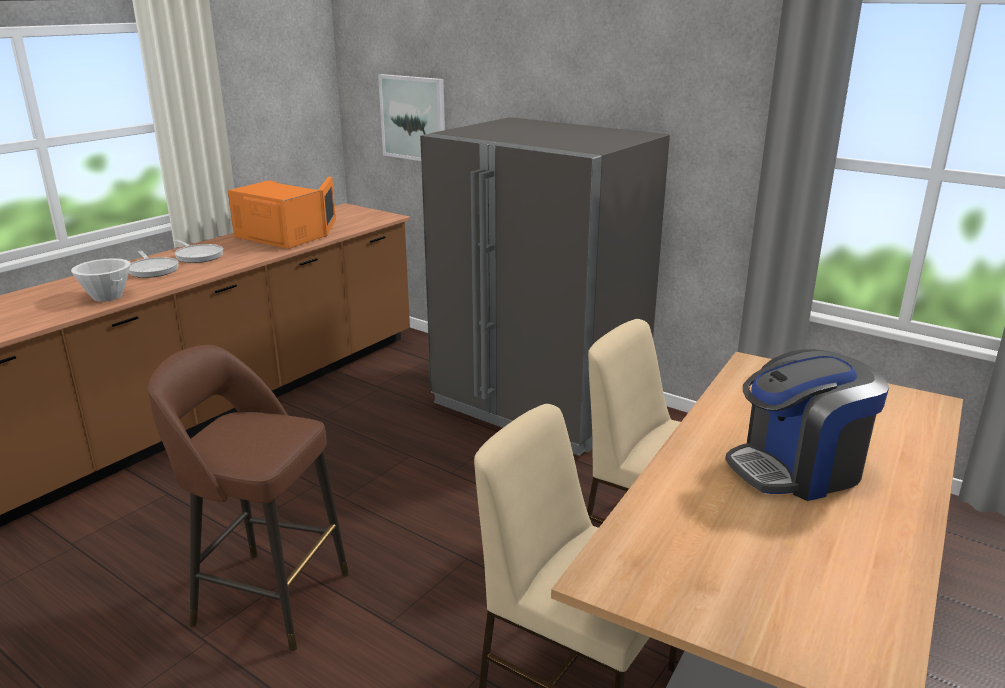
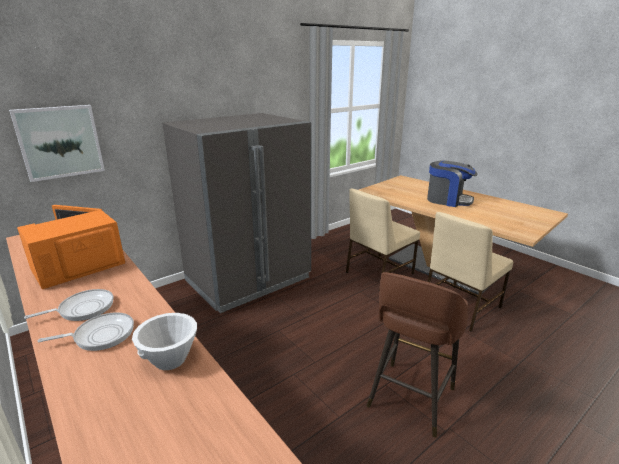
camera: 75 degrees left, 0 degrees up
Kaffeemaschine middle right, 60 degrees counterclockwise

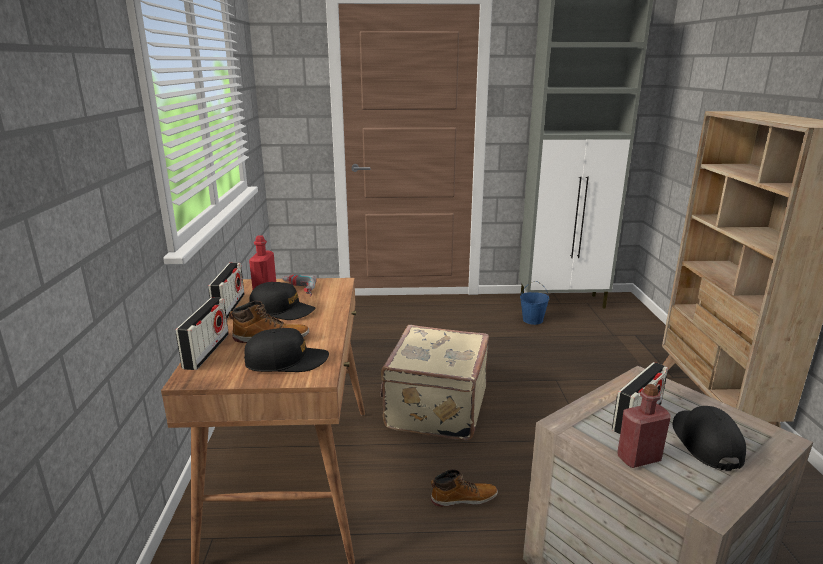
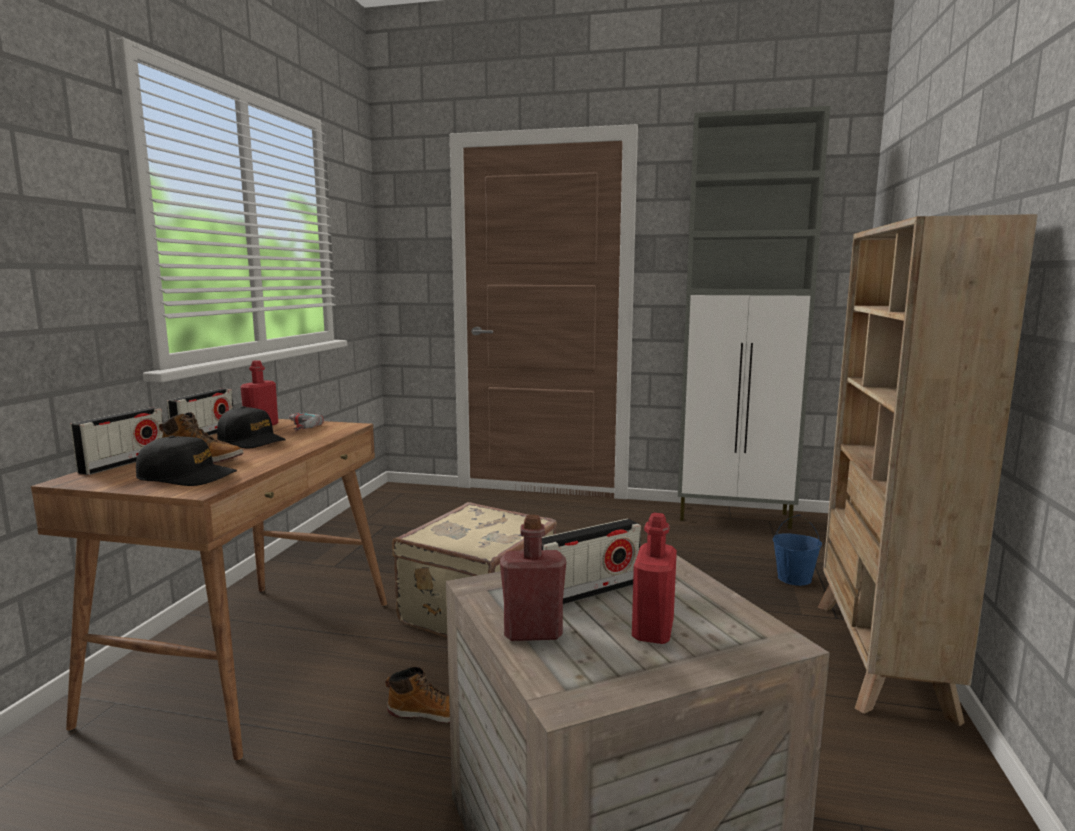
camera: 15 degrees right, 10 degrees down
Kappe/schwarz (no. 3 from left) bottom right => Flasche/rot (no. 3 from left) bottom centre
Eimer/blau centre => Eimer/blau middle right, shifted

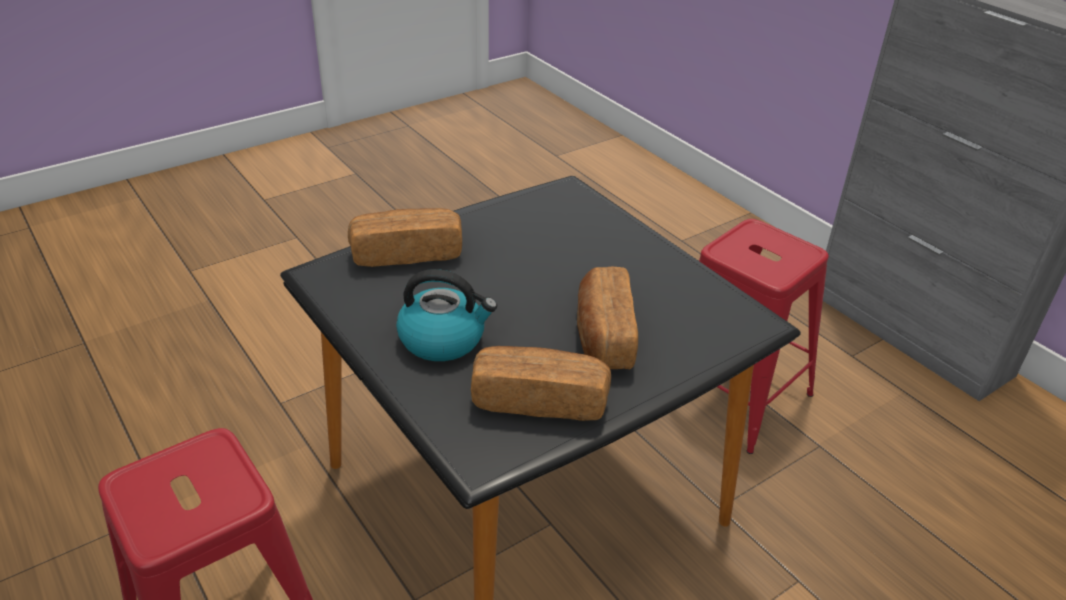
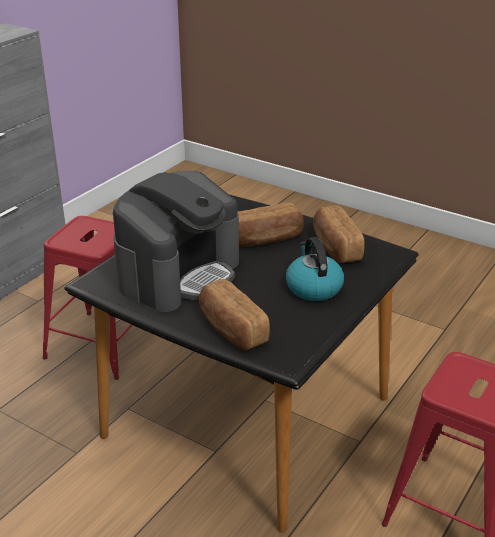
camera: 110 degrees left, 5 degrees down
nothing => Kaffeemaschine centre

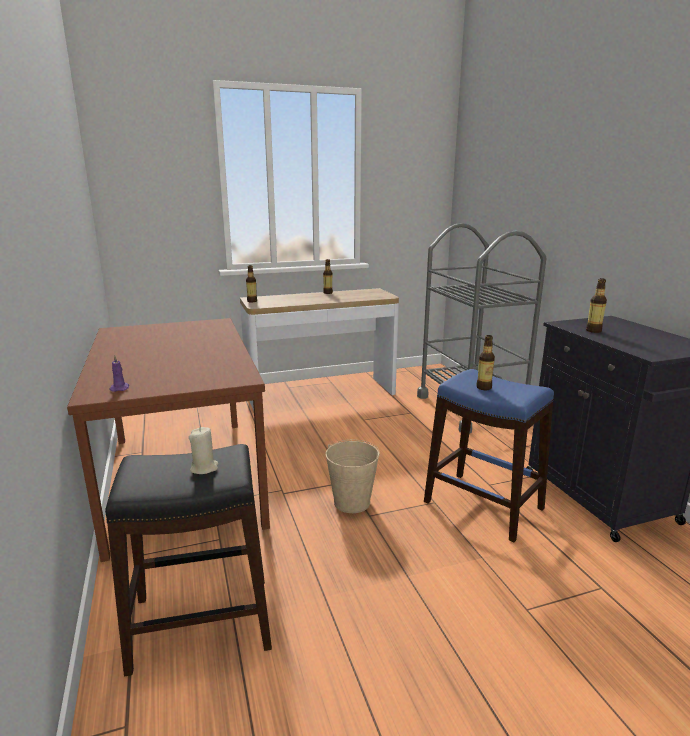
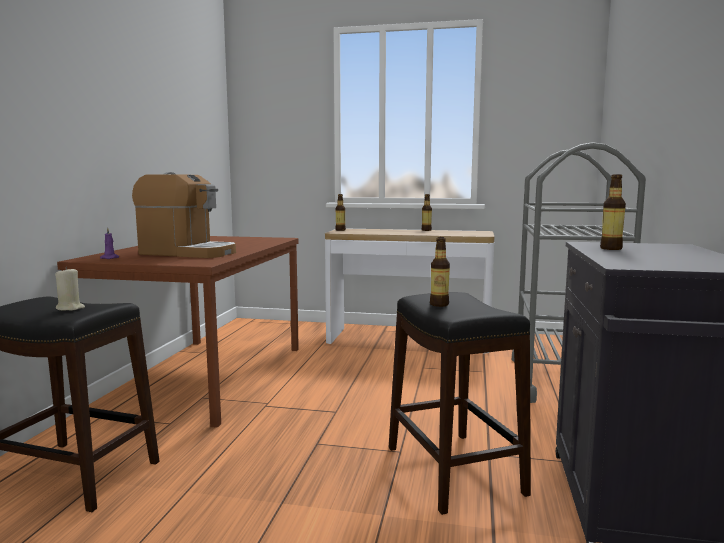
camera: 30 degrees right, 10 degrees down
nothing => Kaffeemaschine middle left
Hocker/blau middle right => Hocker/schwarz (no. 2 from left) bottom centre
Eimer/beige centre => nothing

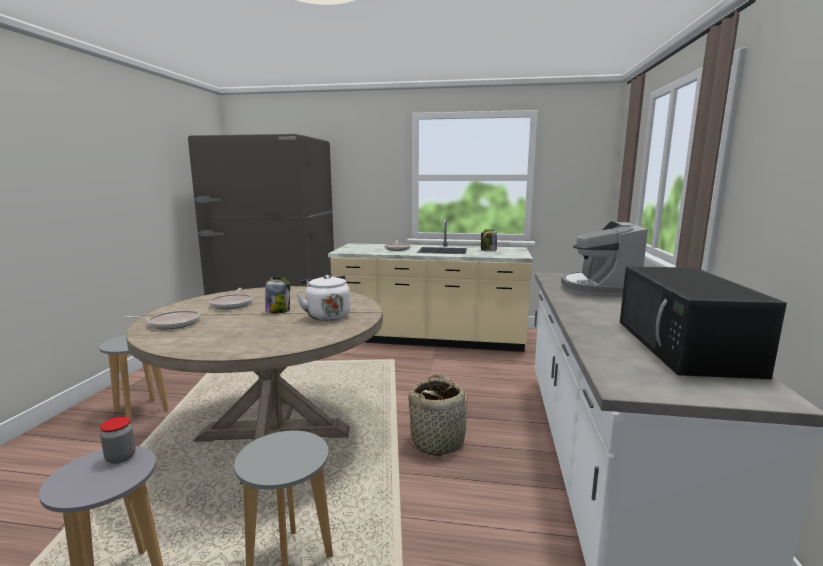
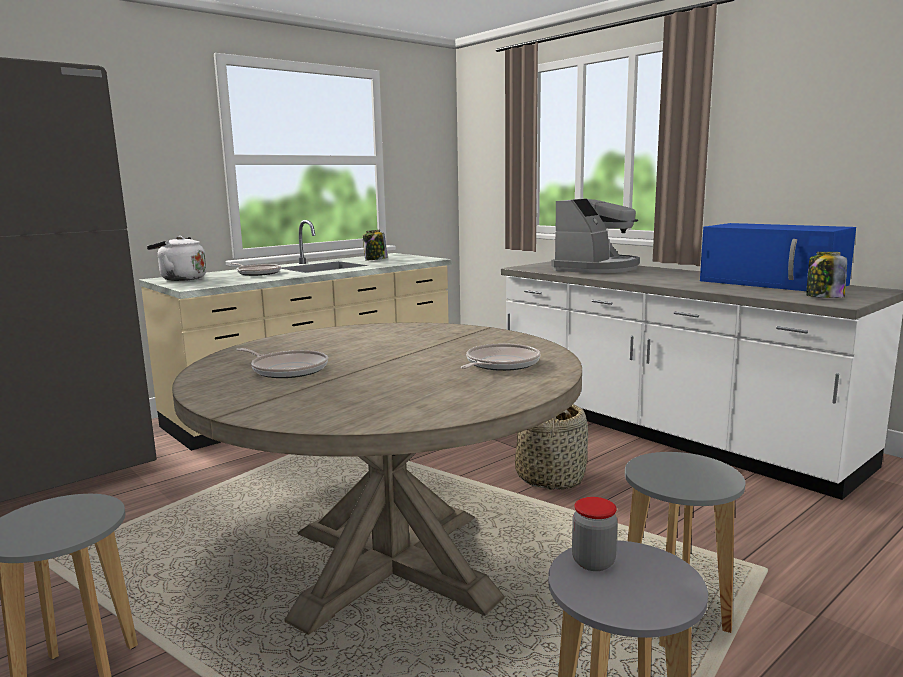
camera: 50 degrees left, 0 degrees up
Wasserkessel/weiß centre => Wasserkessel/weiß middle left, shifted
Pfanne (no. 1 from left in the first image) middle left => Pfanne (no. 3 from left) centre, shifted
Kaffeemaschine middle right => Kaffeemaschine centre, 105 degrees counterclockwise
Mikrowelle/schwarz middle right => Mikrowelle/blau middle right
Vorratsglas (no. 2 from left in the first image) centre => Vorratsglas (no. 3 from left) middle right, shifted

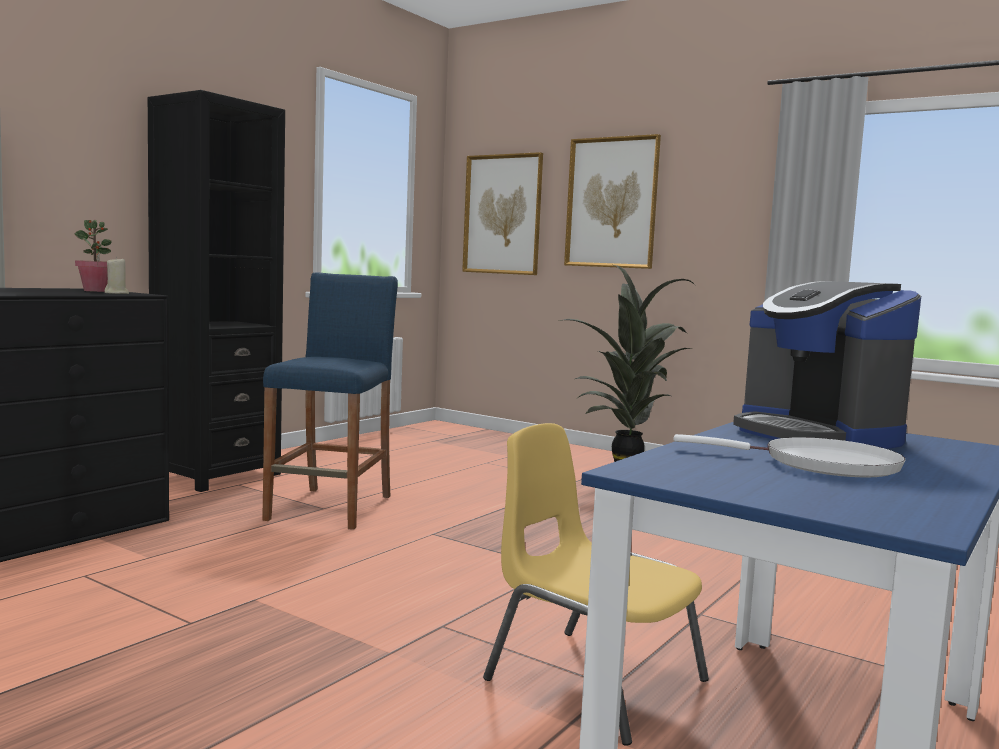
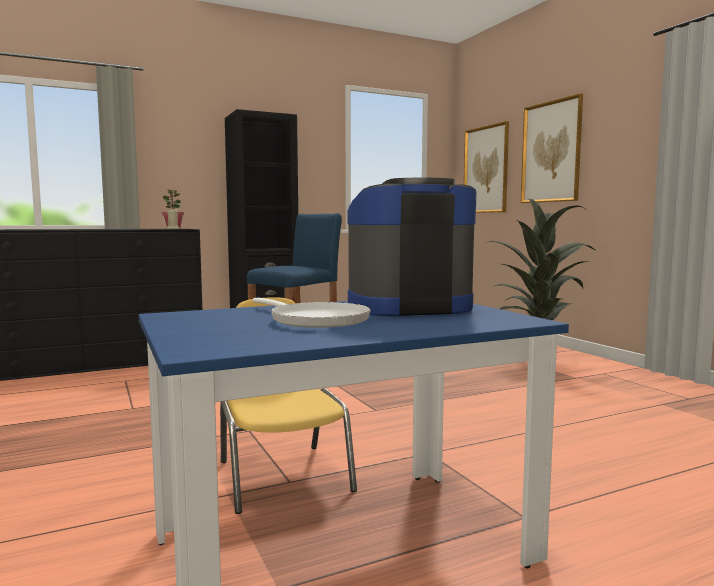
camera: 30 degrees right, 0 degrees up
Kaffeemaschine middle right => Kaffeemaschine centre, 75 degrees clockwise

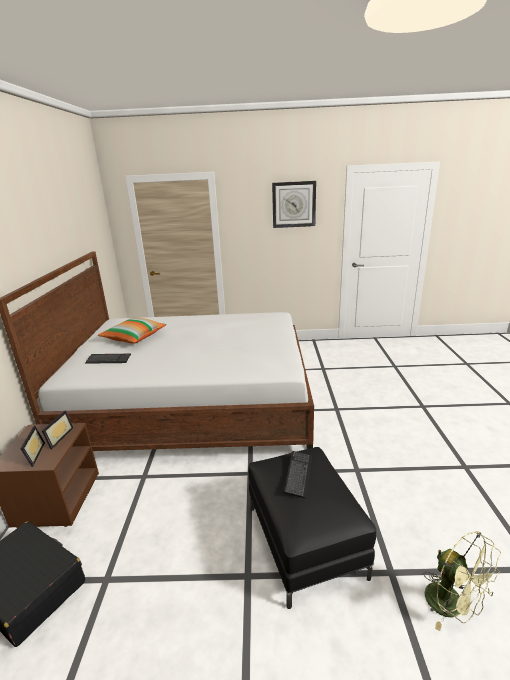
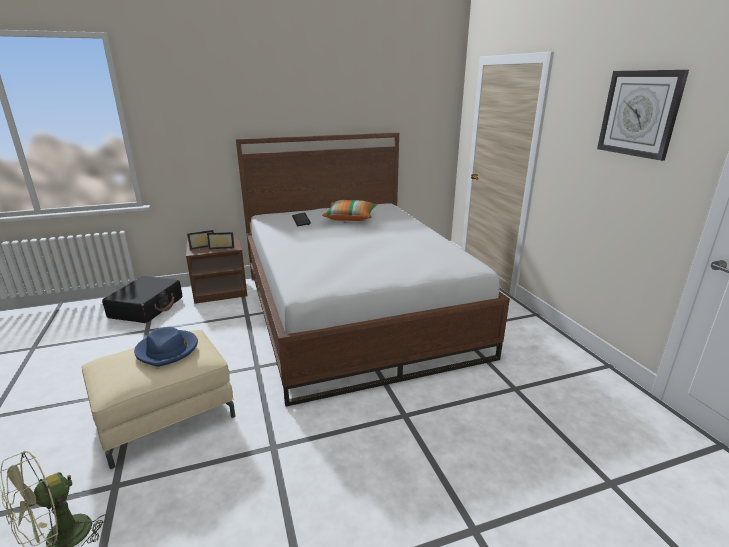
camera: 70 degrees right, 0 degrees up
Polsterhocker/schwarz bottom centre => Polsterhocker/beige bottom left
Tastatur (no. 2 from left) bottom centre => Hut/blau middle left

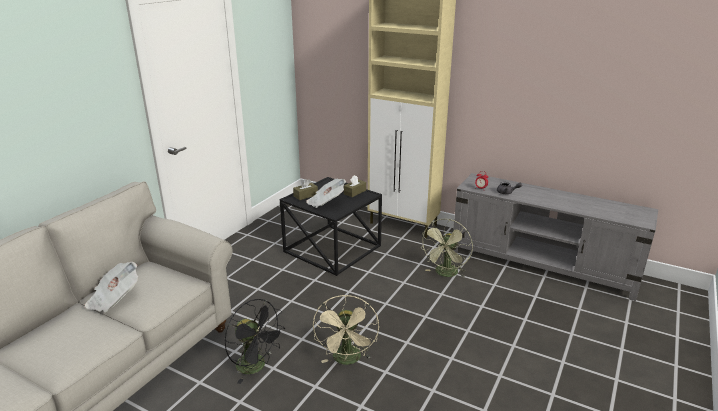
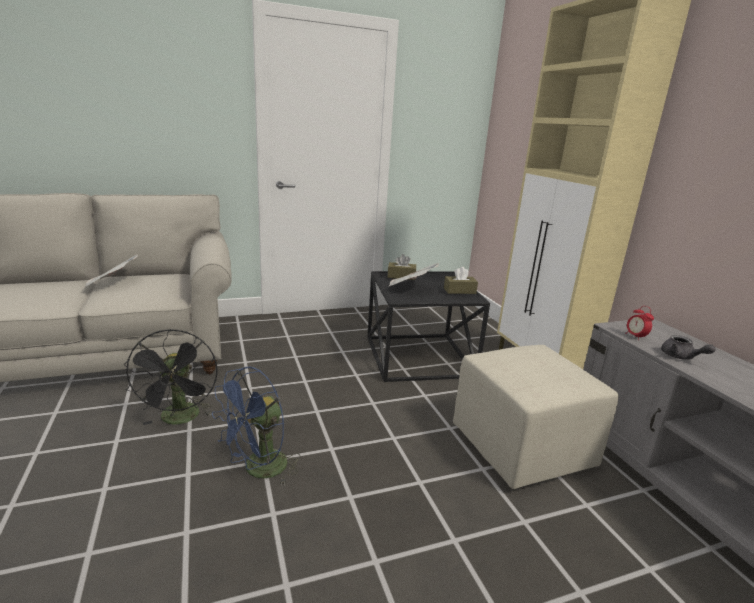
camera: 40 degrees right, 5 degrees down
Ventilator/beige bottom centre => Ventilator/blau bottom centre
Ventilator/grün centre => Polsterhocker/beige bottom right

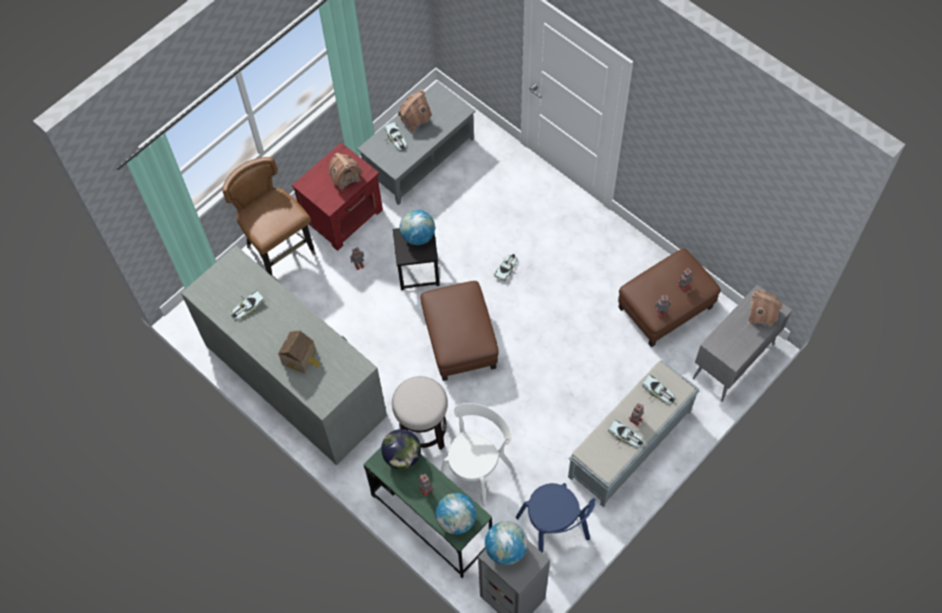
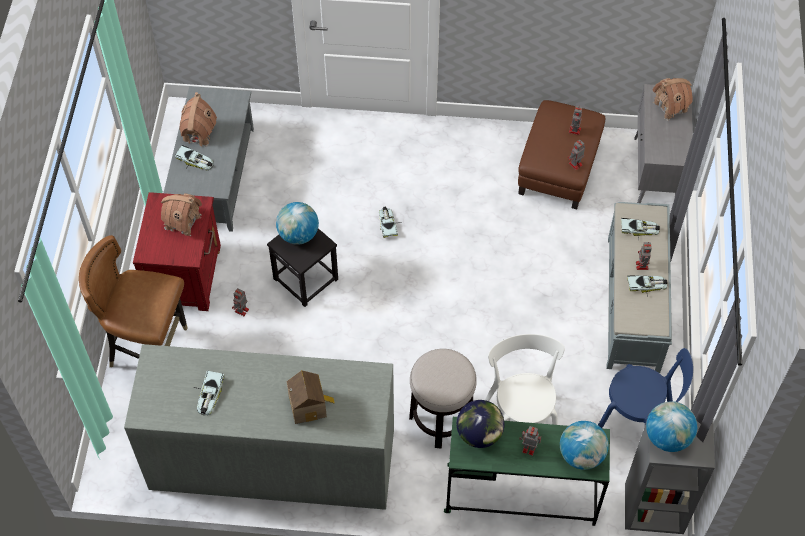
camera: 40 degrees left, 5 degrees down
Polsterhocker/braun (no. 1 from left) centre => nothing

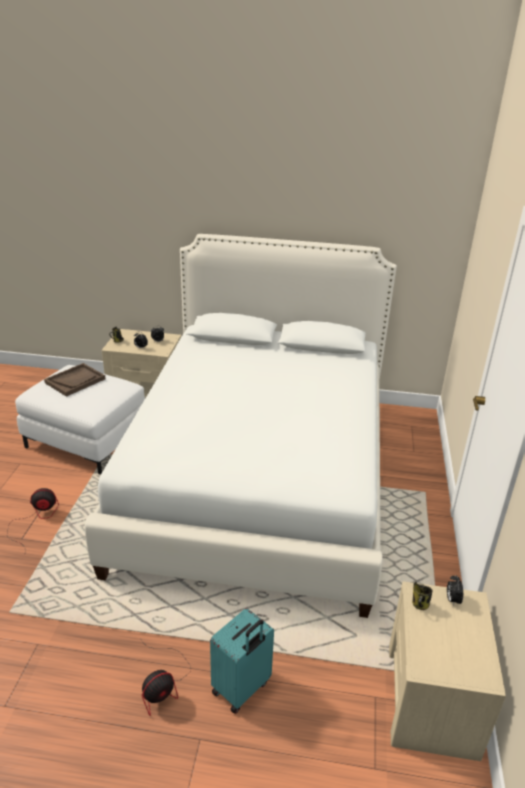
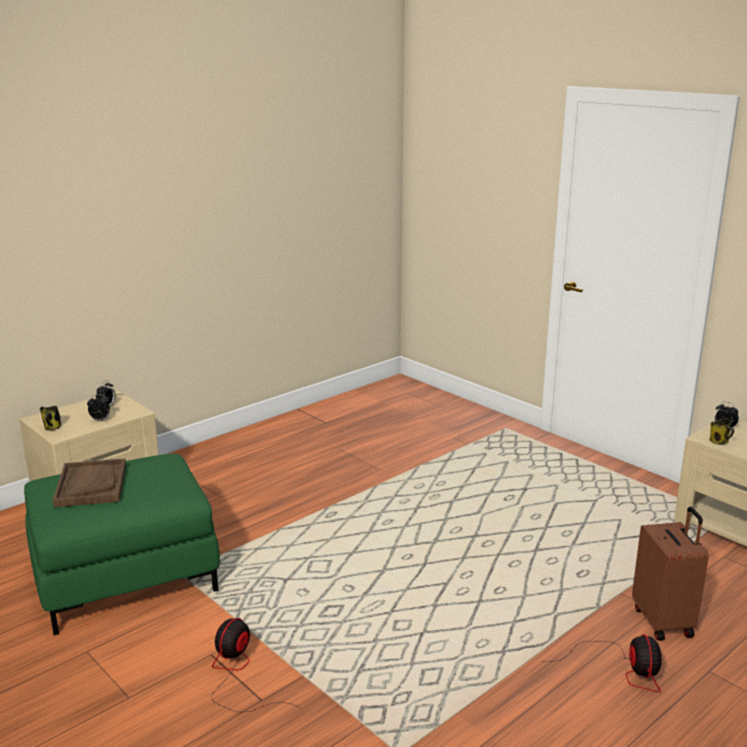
camera: 50 degrees left, 10 degrees down
Polsterhocker/weiß middle left => Polsterhocker/grün bottom left
Koffer/türkis bottom centre => Koffer/braun bottom right
Bett/weiß centre => nothing

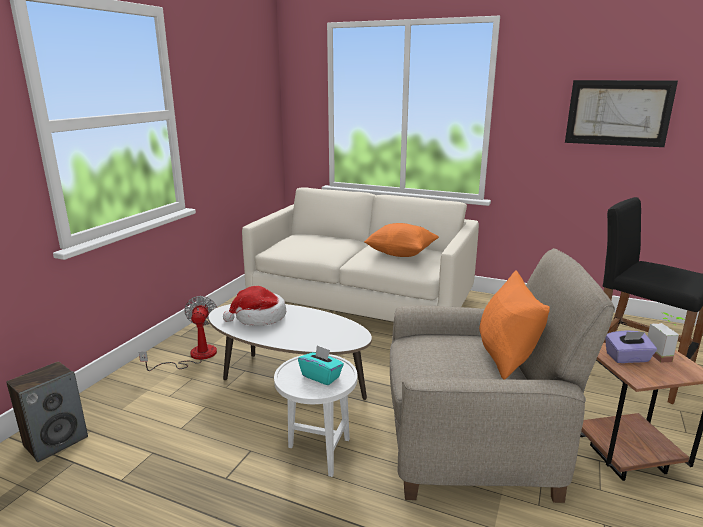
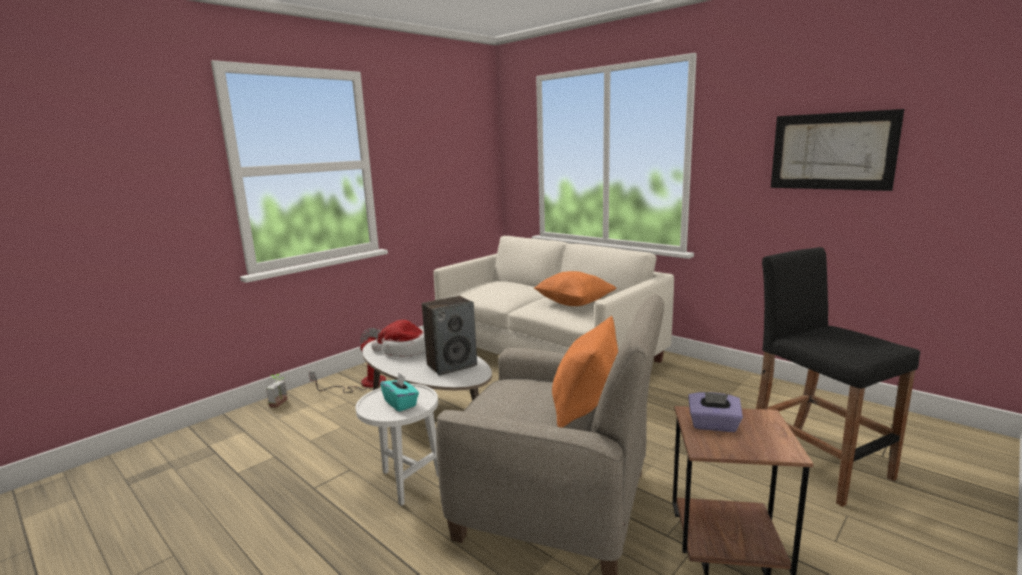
camera: 20 degrees right, 5 degrees down
Topfpflanze middle right => Topfpflanze bottom left, shifted
Lautsprecher bottom left => Lautsprecher centre, shifted

